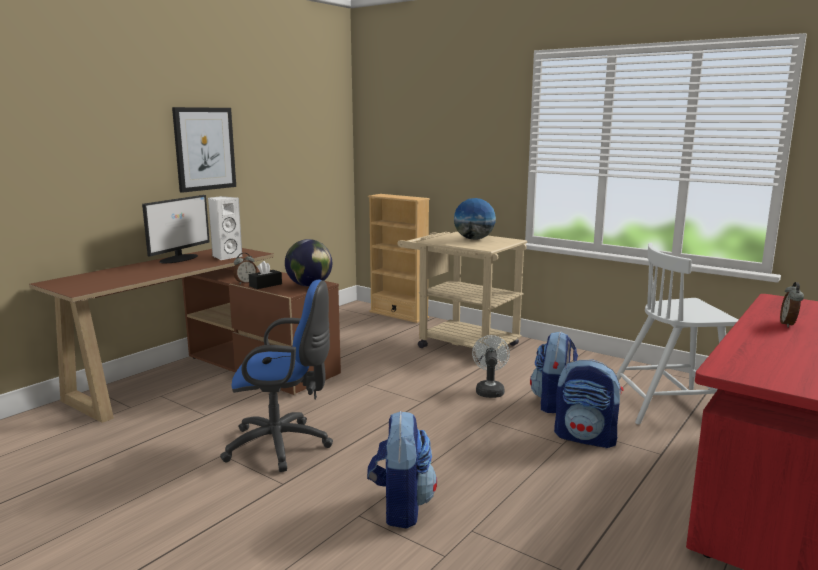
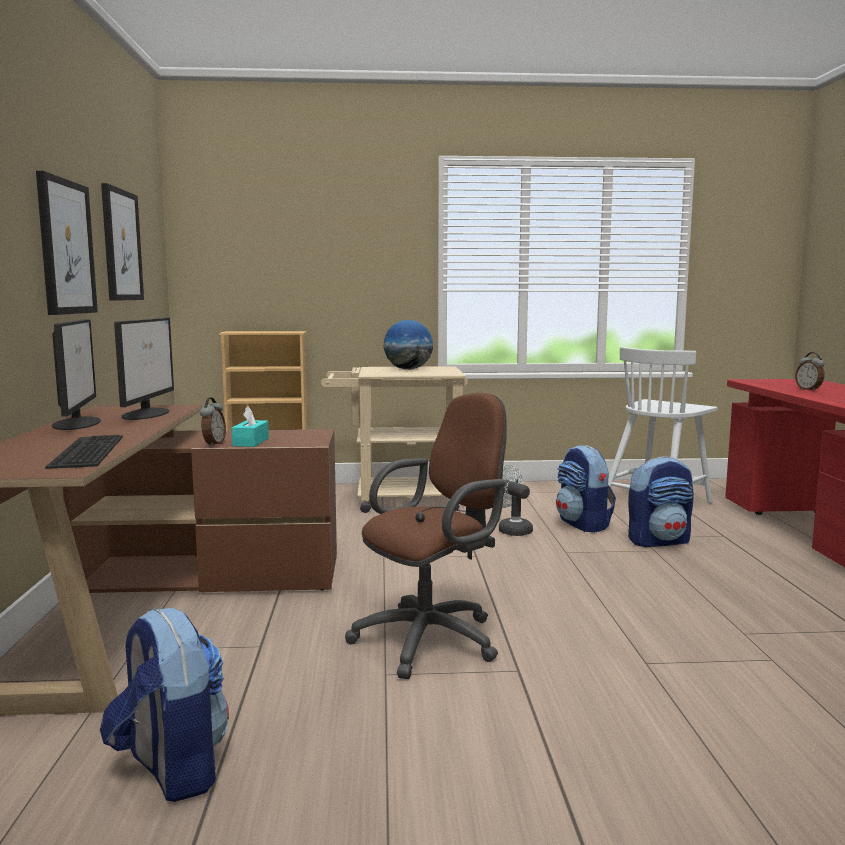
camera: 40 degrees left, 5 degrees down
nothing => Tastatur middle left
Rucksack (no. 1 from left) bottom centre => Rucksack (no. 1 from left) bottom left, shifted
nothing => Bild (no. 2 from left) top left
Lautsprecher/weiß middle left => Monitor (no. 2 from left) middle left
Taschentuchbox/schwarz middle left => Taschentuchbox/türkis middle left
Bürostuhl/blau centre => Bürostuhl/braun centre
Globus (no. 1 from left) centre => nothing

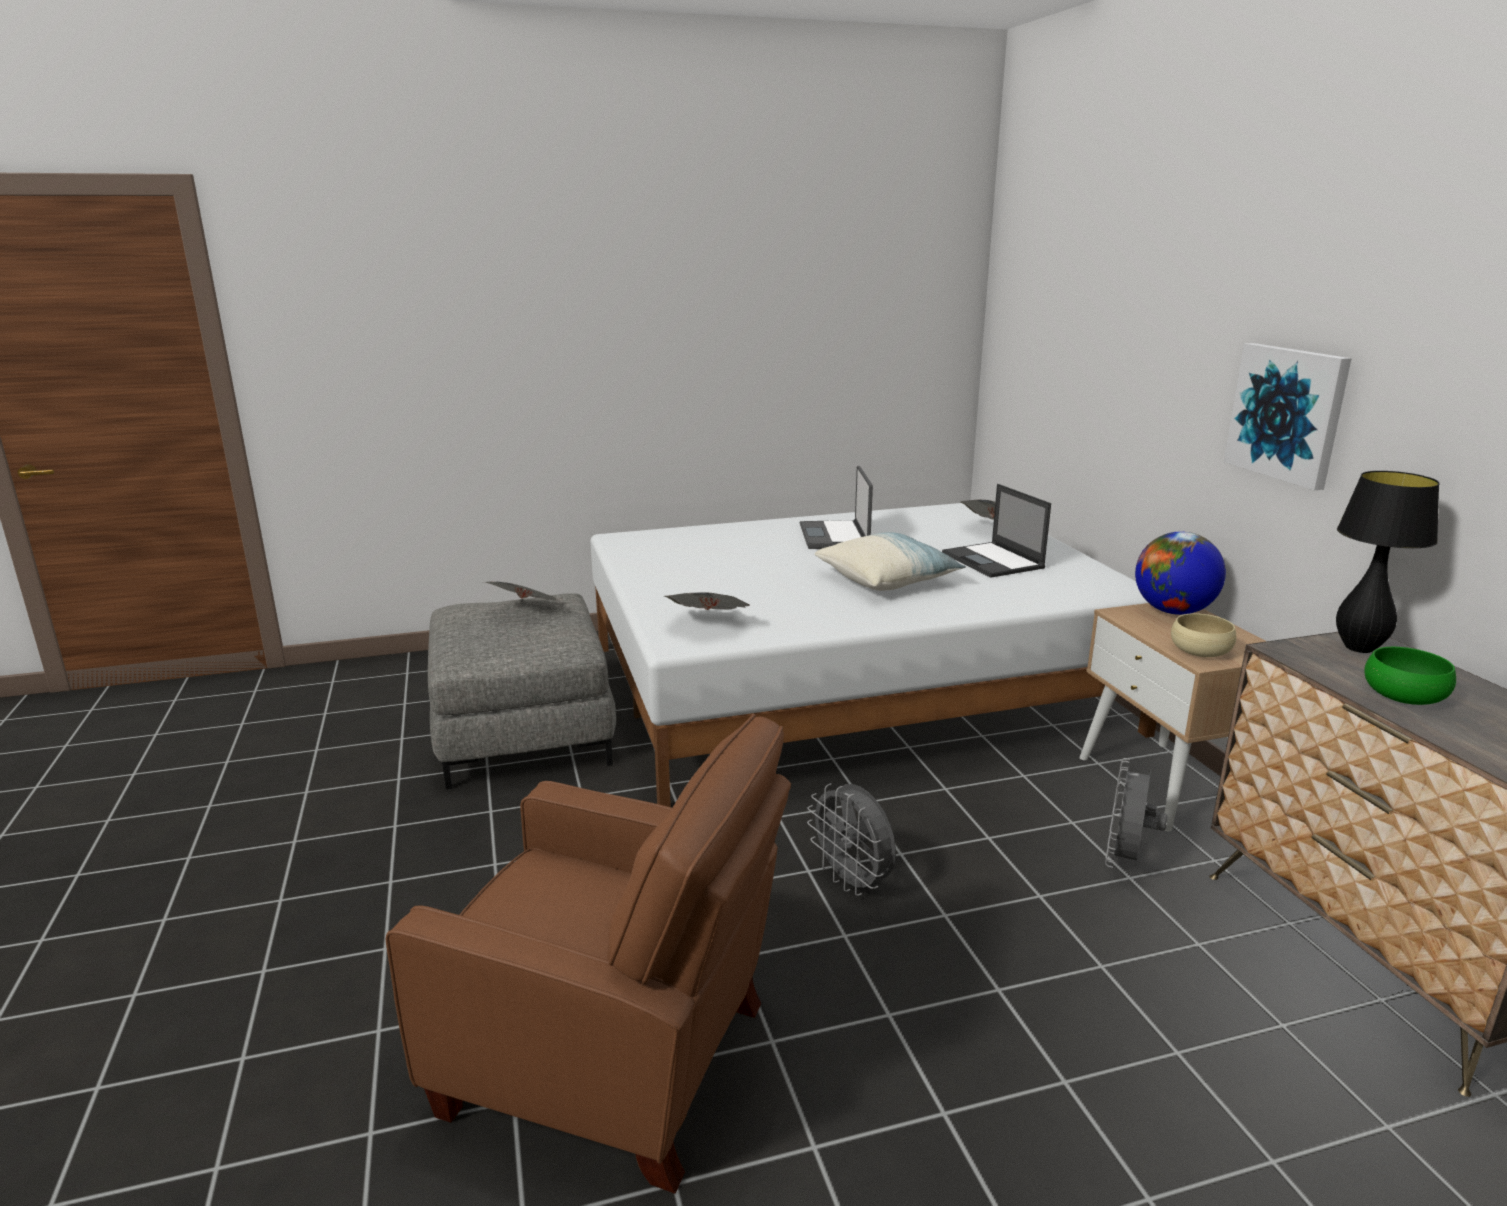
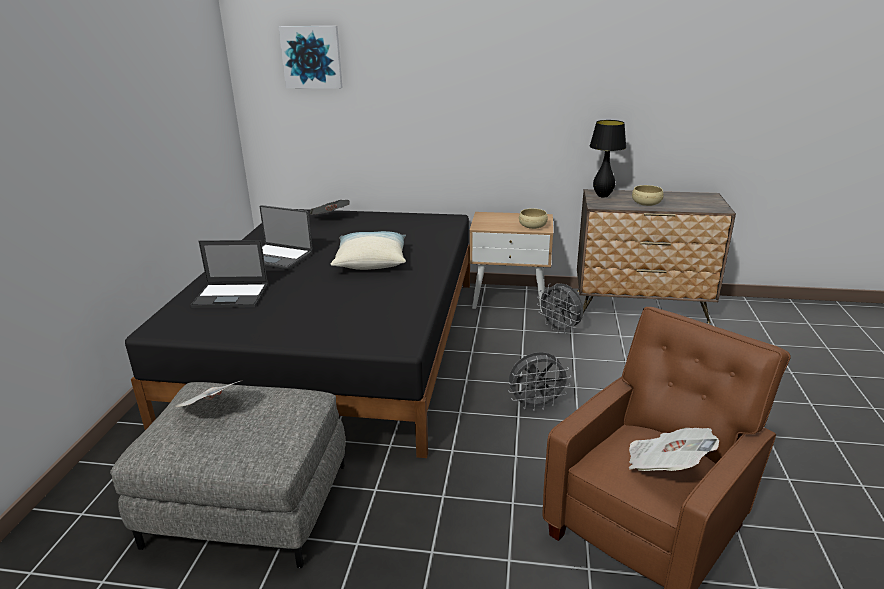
camera: 65 degrees left, 5 degrees up
Bett/weiß centre => Bett/schwarz centre
Laptop (no. 2 from left in the first image) centre => Laptop (no. 1 from left) middle left, shifted
Bild middle right => Bild top centre, shifted
Zeitung (no. 2 from left in the first image) centre => Zeitung (no. 3 from left) bottom right, shifted
Schüssel/grün middle right => Schüssel/beige (no. 2 from left) top right
Globus middle right => nothing

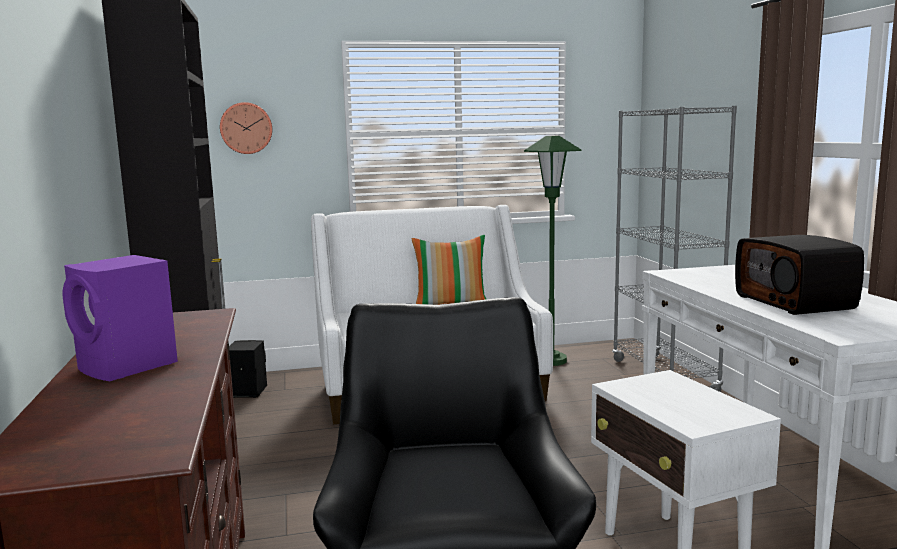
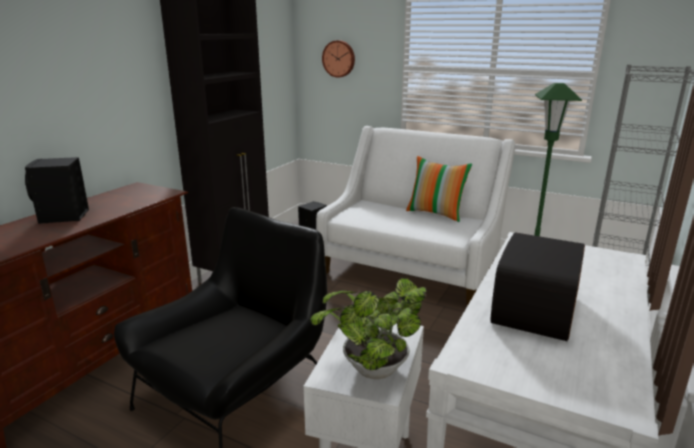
camera: 40 degrees right, 10 degrees up
Lautsprecher/lila middle left => Lautsprecher/schwarz (no. 1 from left) middle left
nothing => Topfpflanze bottom centre

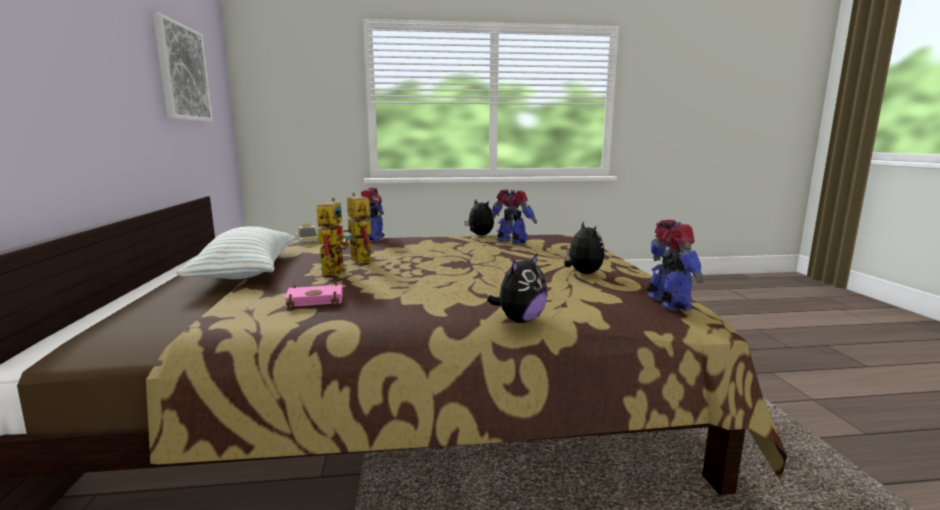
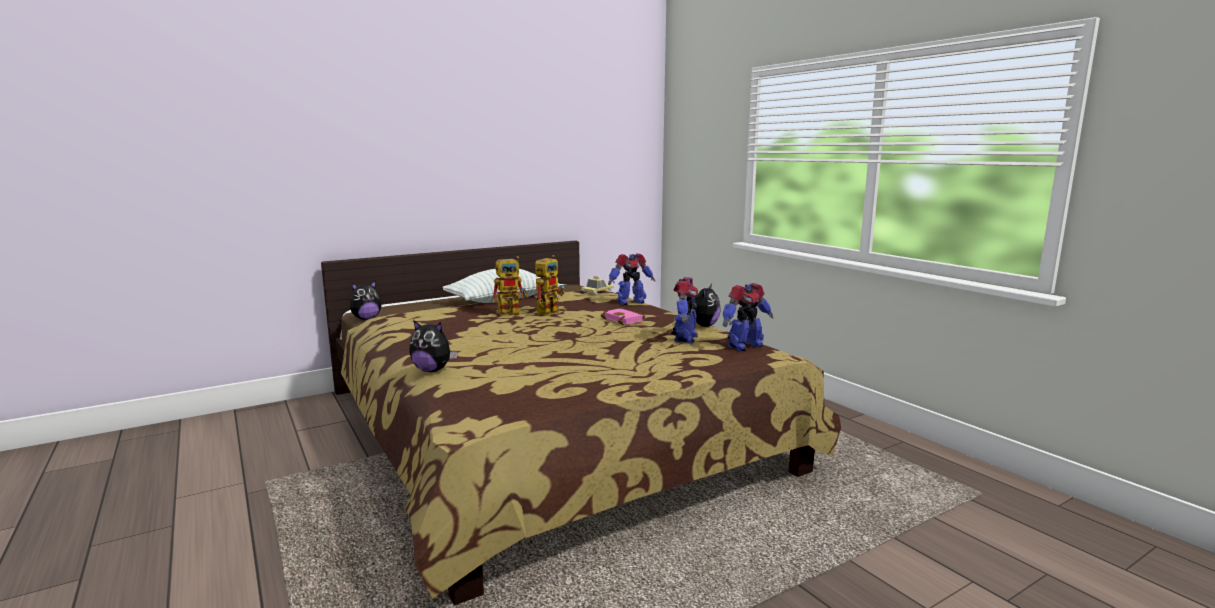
camera: 65 degrees right, 0 degrees up
Plüschtier (no. 3 from left in the first image) centre => Plüschtier (no. 1 from left) middle left, shifted
Buch/rosa middle left => Buch/rosa centre, shifted
Spielzeugroboter (no. 5 from left) middle right => Spielzeugroboter (no. 5 from left) centre, shifted
Bild top left => nothing

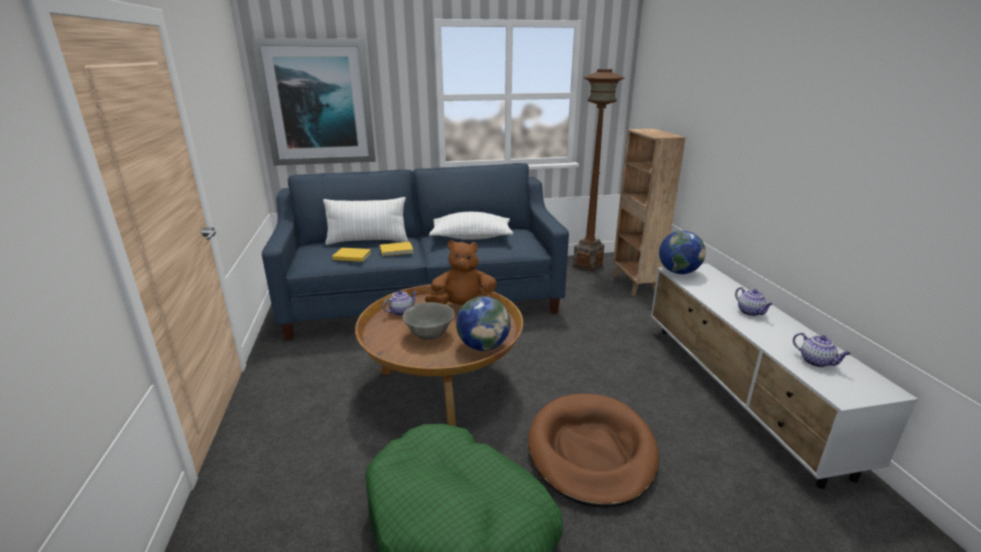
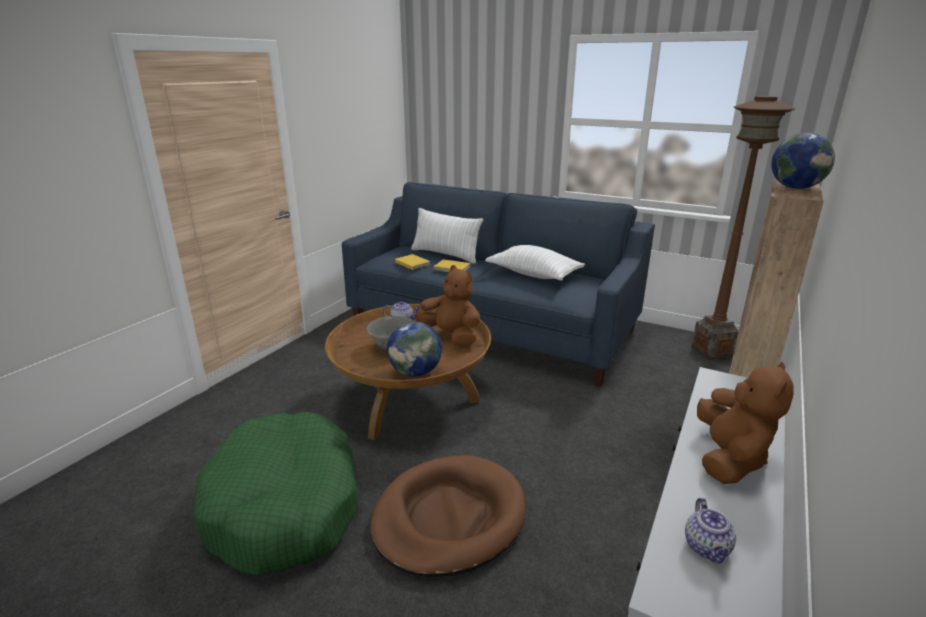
camera: 40 degrees right, 0 degrees up
Teekanne (no. 2 from left) middle right => Plüschtier/braun (no. 2 from left) bottom right
Globus (no. 2 from left) middle right => Globus (no. 2 from left) top right, shifted
Bild top left => nothing

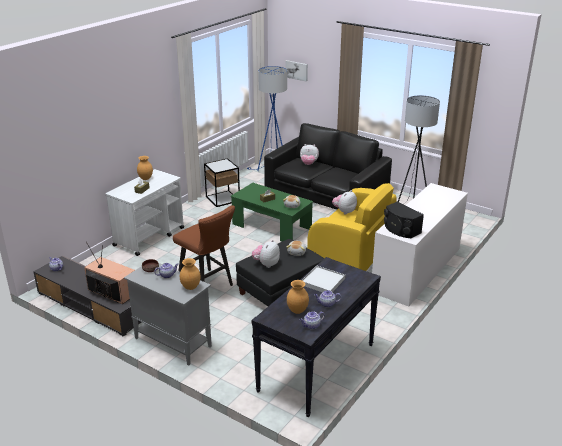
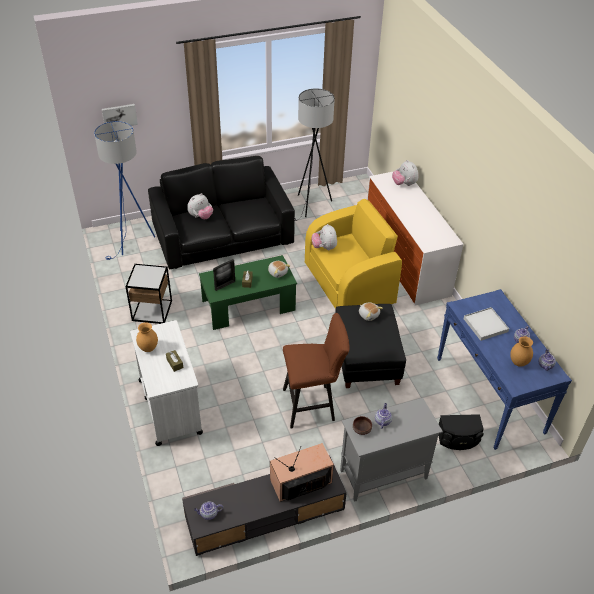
camera: 55 degrees left, 15 degrees up
nothing => Bilderrahmen centre
Plüschtier (no. 1 from left in the first image) centre => Plüschtier (no. 5 from left) top right, shifted
Konsolentisch/schwarz bottom centre => Konsolentisch/blau middle right
Lautsprecher/schwarz middle right => Lautsprecher/schwarz bottom right, shifted
Vase/braun (no. 2 from left) centre => nothing

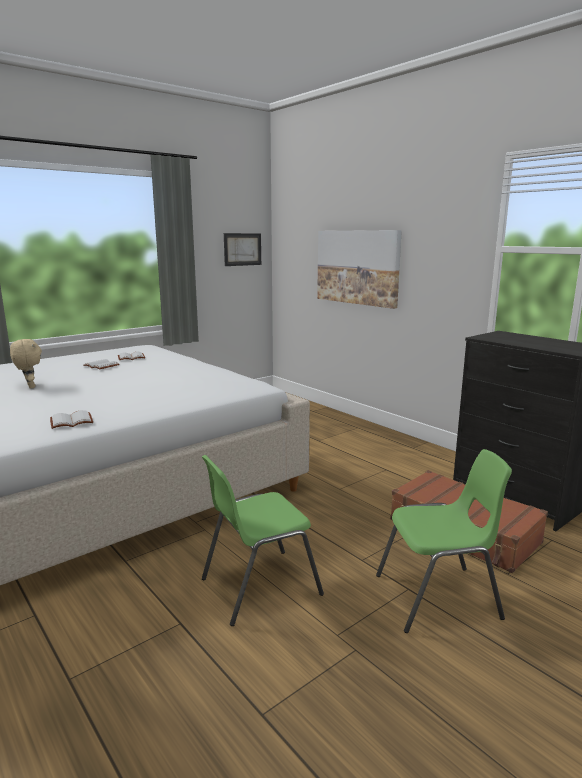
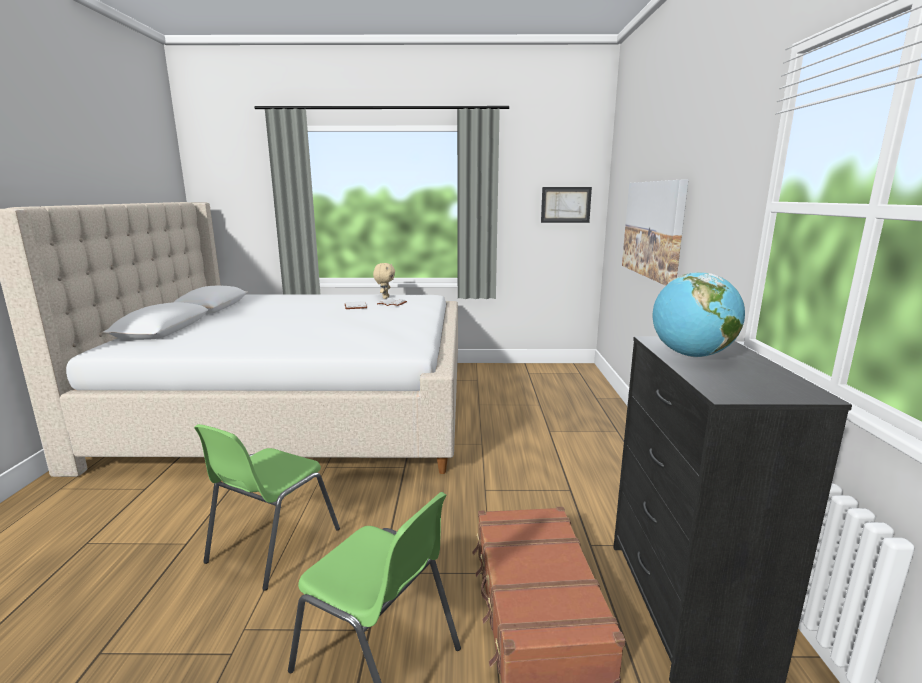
camera: 40 degrees right, 0 degrees up
Stuhl/grün (no. 1 from left) bottom centre => Stuhl/grün (no. 1 from left) bottom left, 75 degrees counterclockwise
Plüschtier/beige middle left => Plüschtier/beige centre, shifted
nothing => Globus middle right
Buch/weiß (no. 1 from left) middle left => nothing

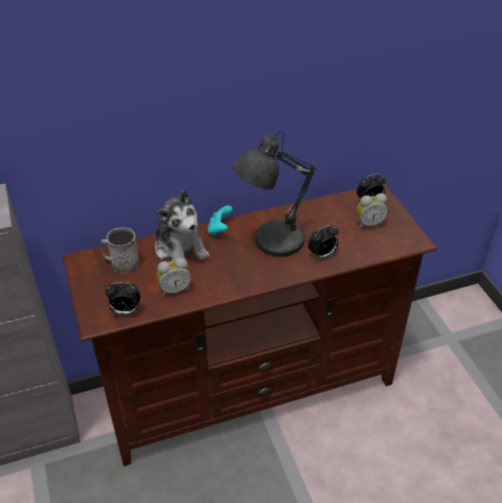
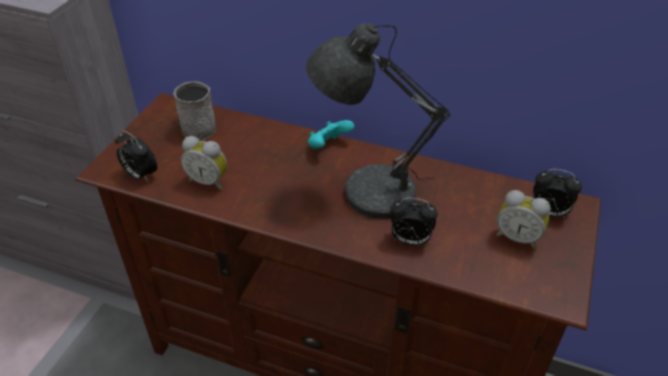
camera: 40 degrees right, 0 degrees up
Plüschtier centre => nothing

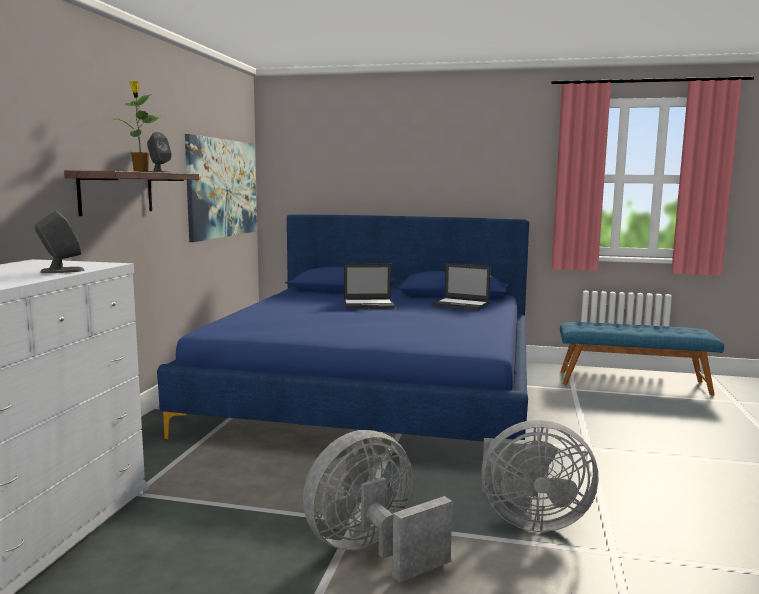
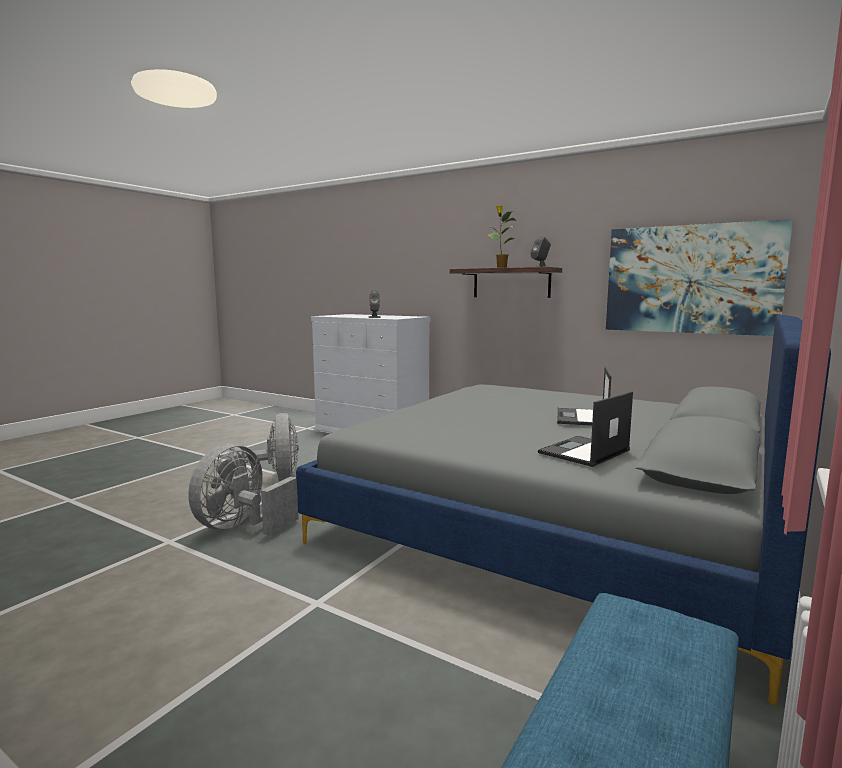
camera: 110 degrees right, 0 degrees up
Bett/blau centre => Bett/grau middle right

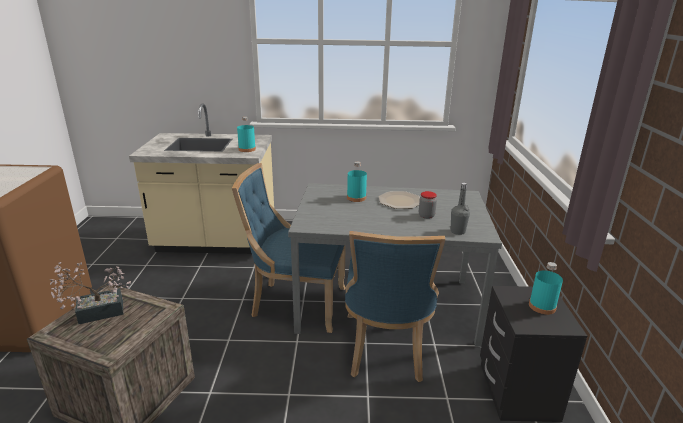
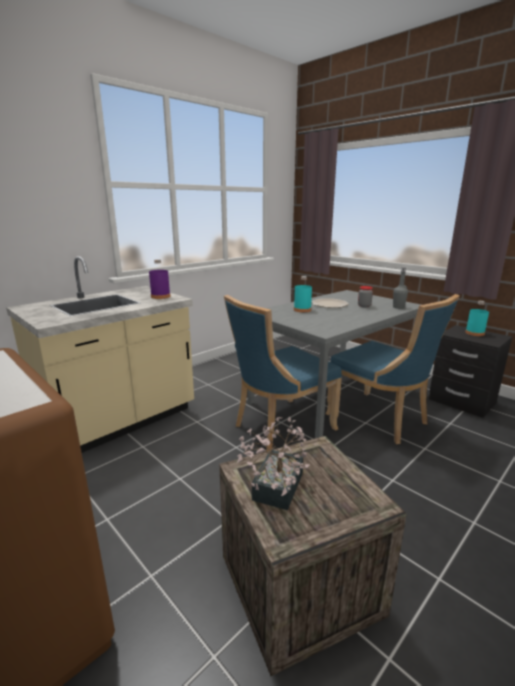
camera: 45 degrees left, 5 degrees down
Flasche/türkis (no. 1 from left) top centre => Flasche/lila middle left

